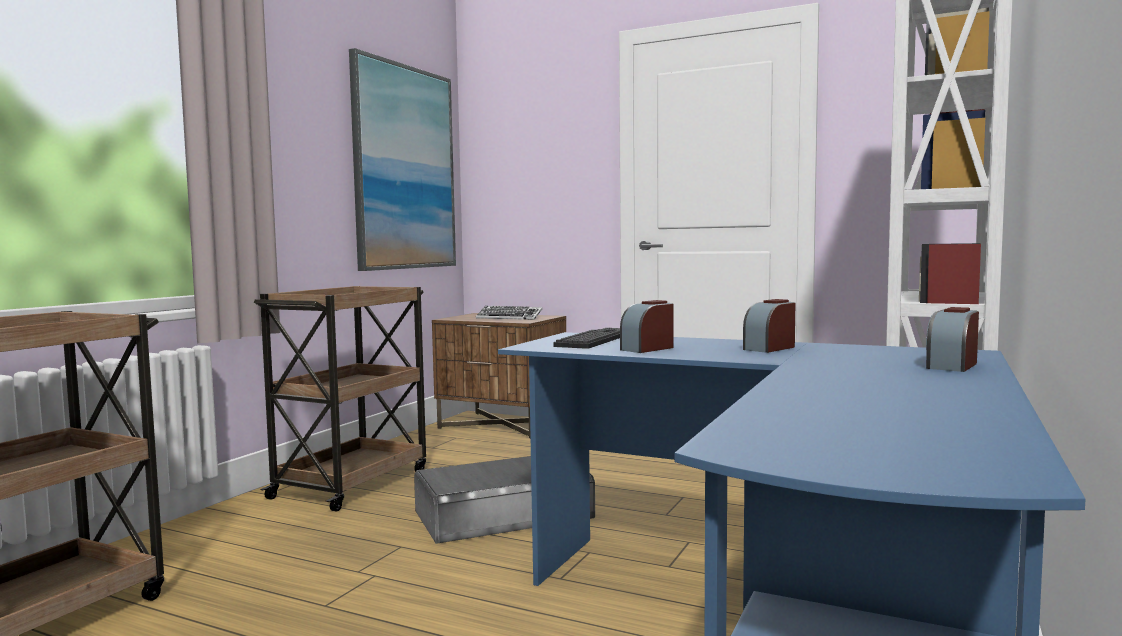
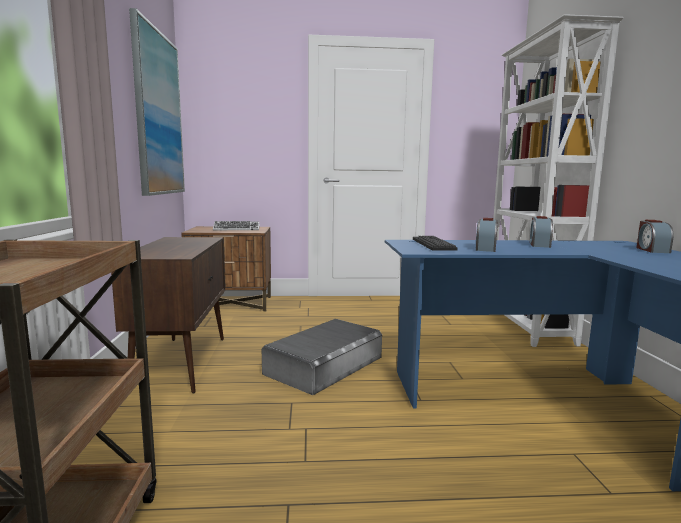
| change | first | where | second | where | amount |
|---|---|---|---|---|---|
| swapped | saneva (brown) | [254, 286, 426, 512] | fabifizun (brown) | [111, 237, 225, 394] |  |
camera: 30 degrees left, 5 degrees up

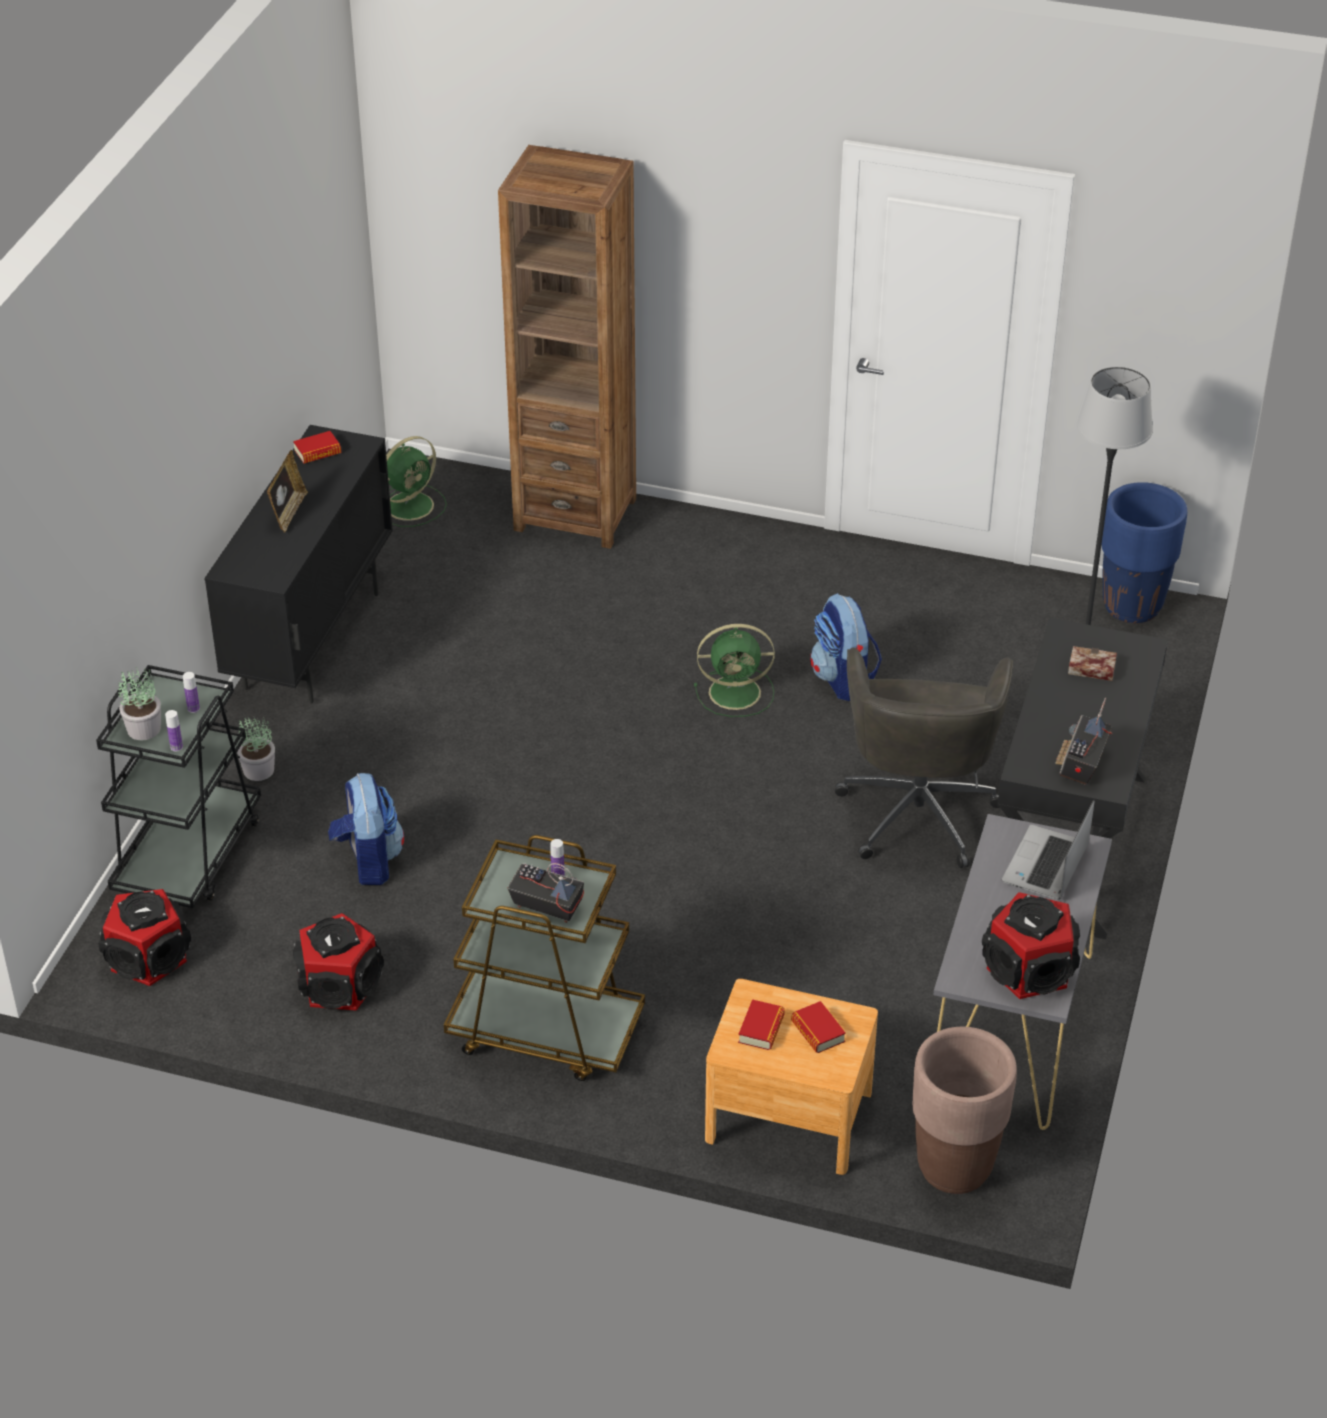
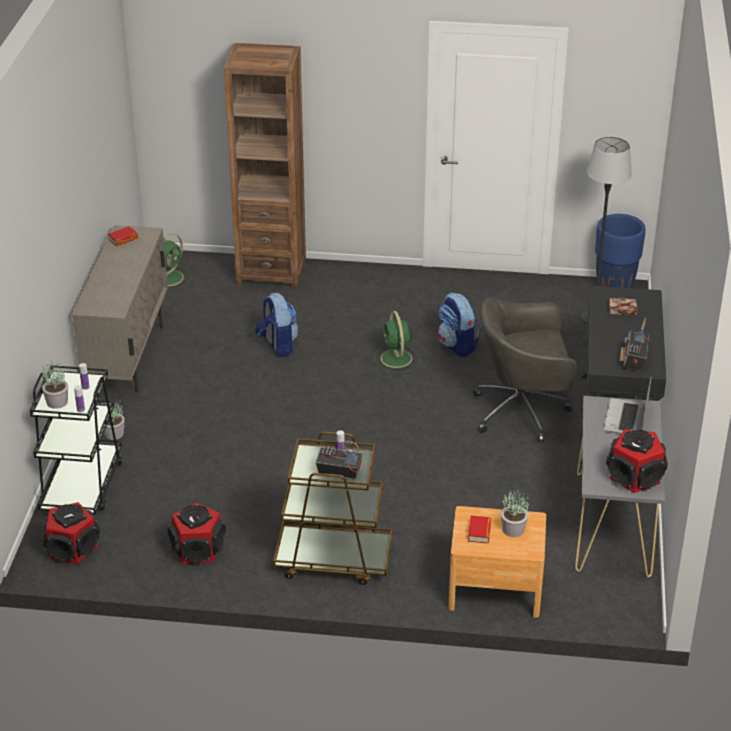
| change | first | where | second | where | amount |
|---|---|---|---|---|---|
| repainted | fabifizun (black) | [204, 425, 393, 703] | fabifizun (beige) | [72, 225, 168, 393] |  |
| gone | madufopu | [267, 450, 308, 533] |  |  |  |
| shifted | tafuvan | [328, 773, 404, 885] |  | [255, 293, 298, 357] |  |
| rotated | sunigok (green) | [694, 624, 775, 717] |  | [374, 311, 421, 373] | 90 degrees clockwise |
| swapped | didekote | [791, 1001, 846, 1053] | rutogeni | [501, 488, 529, 537] |  |
| rotated | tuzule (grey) | [835, 647, 1013, 868] |  | [473, 297, 577, 442] | 90 degrees clockwise |
| gone | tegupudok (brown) | [912, 1027, 1017, 1194] |  |  |  |
camera: 10 degrees left, 5 degrees down

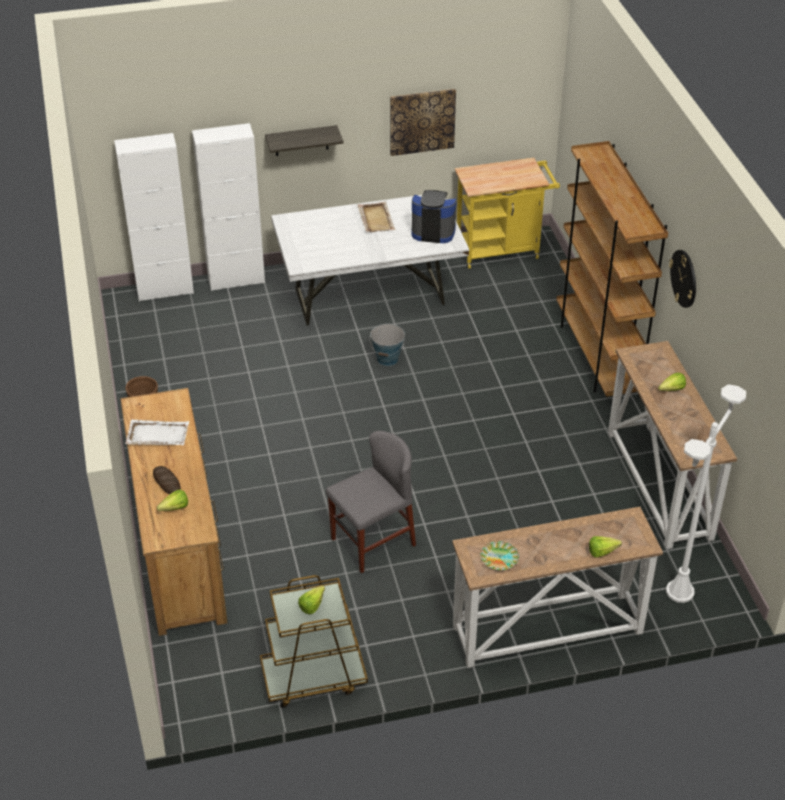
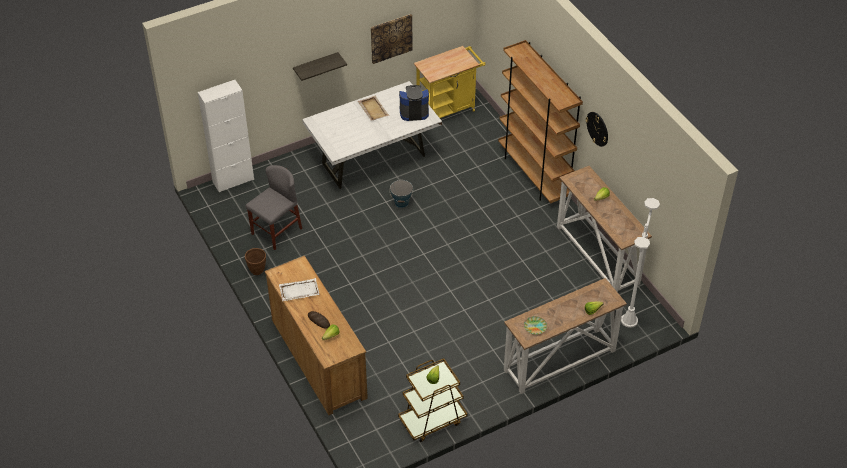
| change | first | where | second | where | amount |
|---|---|---|---|---|---|
| gone | fabifizun (white) | [192, 123, 265, 291] |  |  |  |
| shifted | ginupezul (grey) | [326, 431, 416, 573] |  | [245, 165, 302, 250] |  |
camera: 15 degrees left, 5 degrees up

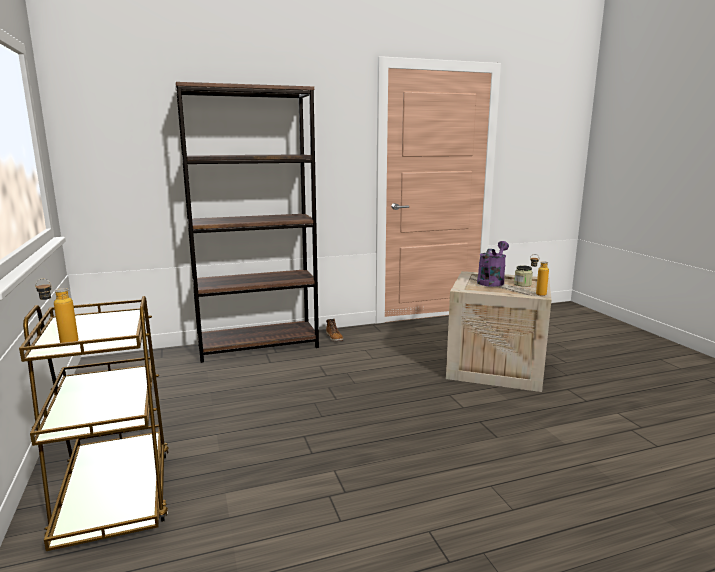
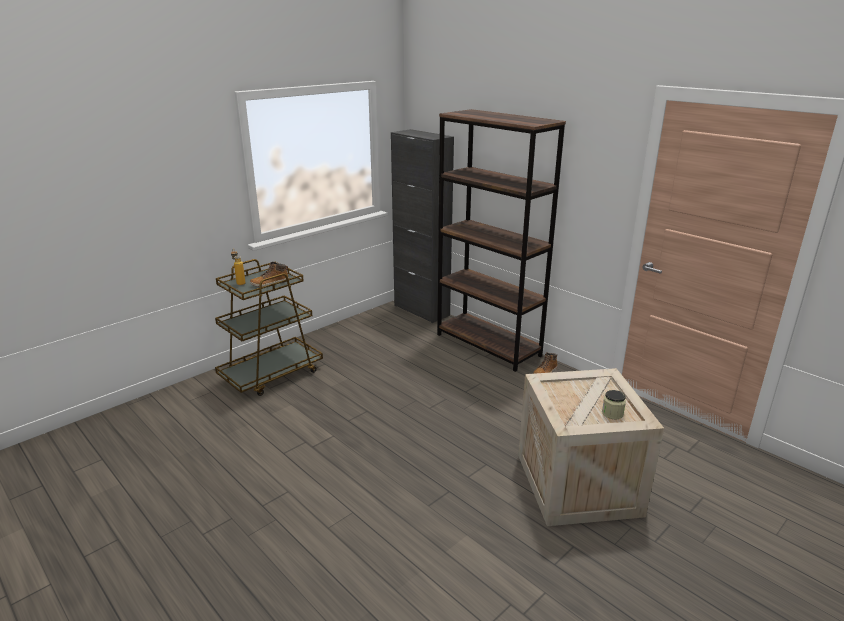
| change | first | where | second | where | amount |
|---|---|---|---|---|---|
| gone | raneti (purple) | [477, 241, 509, 287] |  |  |  |
| gone | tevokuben | [530, 254, 549, 296] |  |  |  |
| new |  |  | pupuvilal | [250, 262, 289, 287] |  |
| new |  |  | fabifizun (black) | [391, 129, 454, 323] |  |
camera: 65 degrees right, 10 degrees up

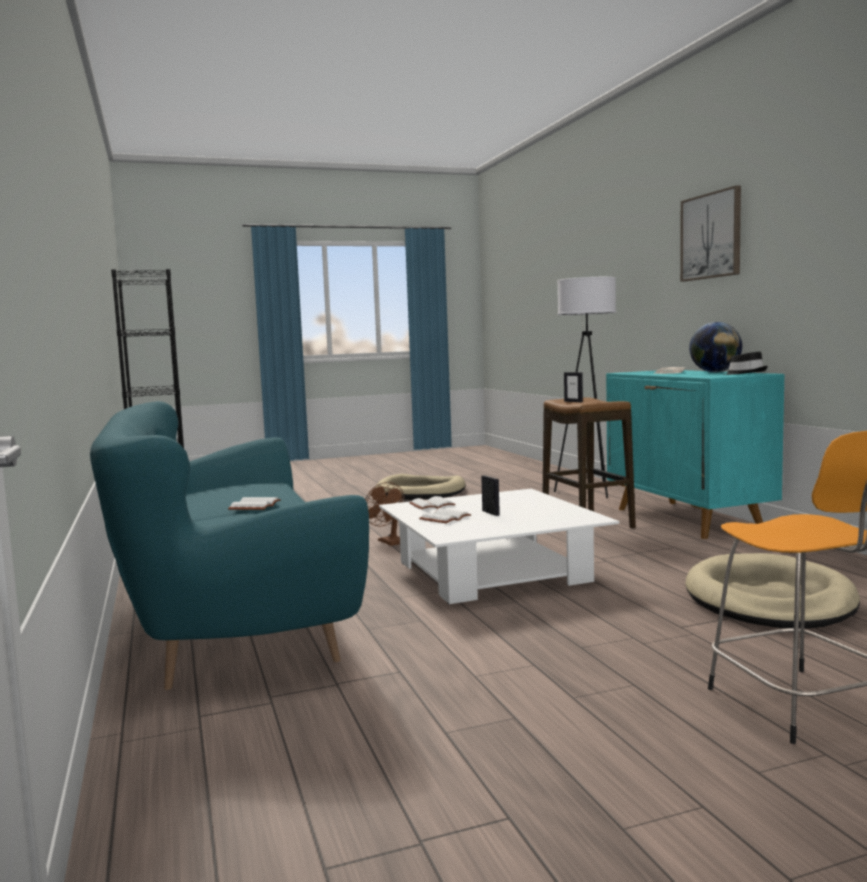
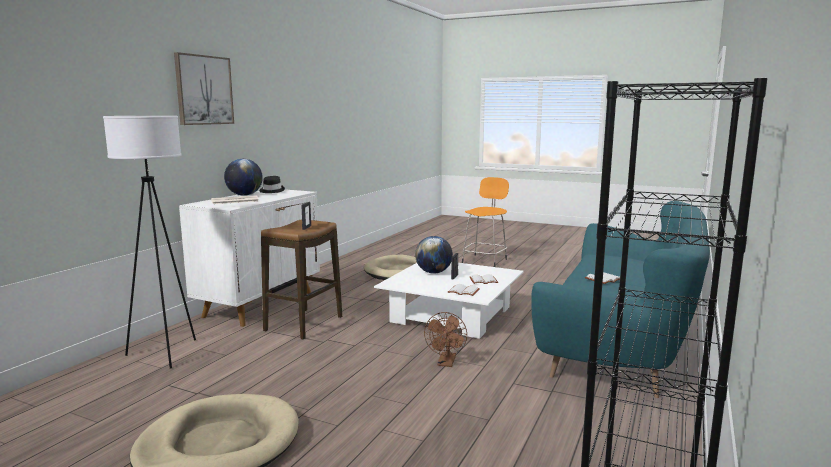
| change | first | where | second | where | amount |
|---|---|---|---|---|---|
| repainted | fabifizun (turquoise) | [606, 370, 785, 539] | fabifizun (white) | [179, 189, 320, 327] |  |
| new |  |  | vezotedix | [415, 236, 453, 274] |  |
camera: 135 degrees left, 5 degrees up

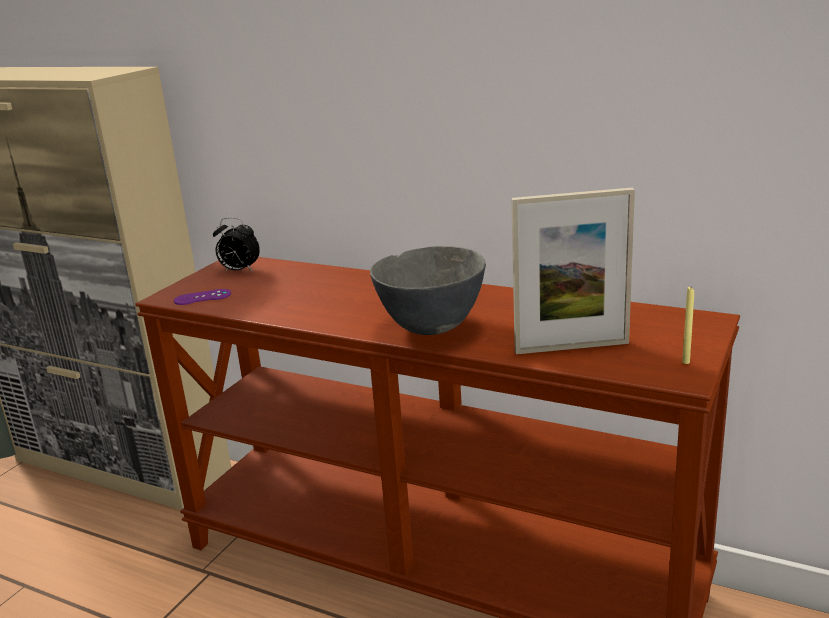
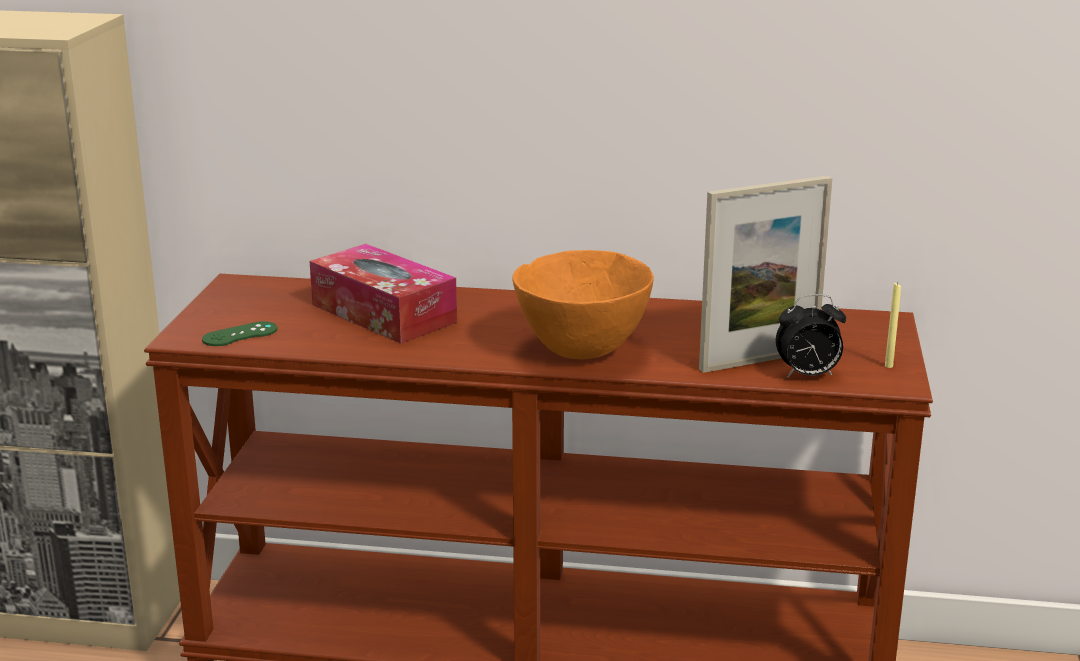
| change | first | where | second | where | amount |
|---|---|---|---|---|---|
| repainted | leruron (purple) | [174, 289, 231, 305] | leruron (green) | [202, 321, 277, 346] |  |
| shifted | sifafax | [213, 218, 260, 272] |  | [776, 294, 846, 378] |  |
| repainted | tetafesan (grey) | [370, 246, 486, 335] | tetafesan (orange) | [512, 250, 654, 360] |  |
| new |  |  | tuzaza | [310, 244, 457, 344] |  |
camera: 20 degrees left, 0 degrees up

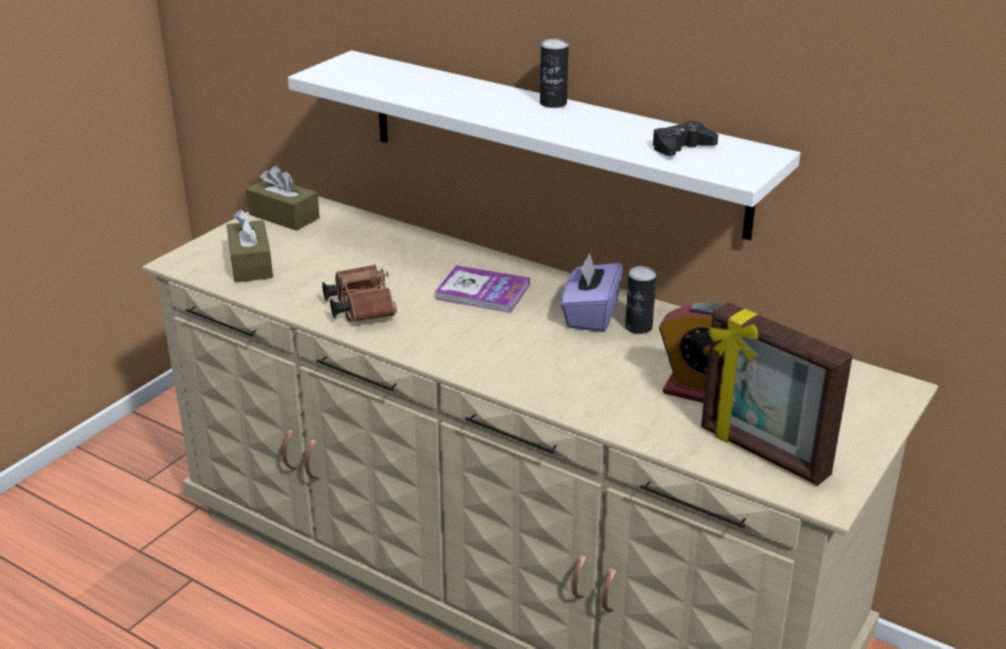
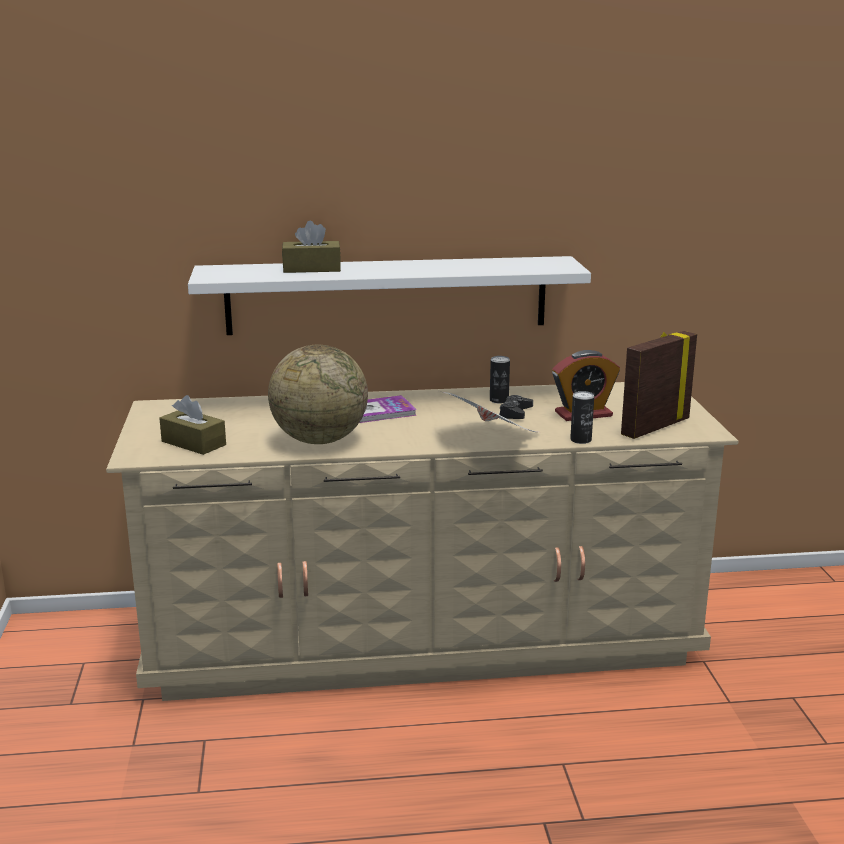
| change | first | where | second | where | amount |
|---|---|---|---|---|---|
| shifted | tuzaza (brown) | [246, 165, 320, 231] |  | [282, 221, 341, 273] |  |
| swapped | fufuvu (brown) | [322, 264, 397, 322] | vezotedix | [268, 345, 368, 444] |  |
| shifted | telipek | [540, 39, 569, 108] |  | [570, 391, 594, 444] |  |
| gone | tuzaza (purple) | [561, 252, 623, 332] |  |  |  |
| shifted | leruron (black) | [653, 121, 718, 156] |  | [499, 395, 533, 419] |  |
| rotated | madufopu | [701, 302, 853, 486] |  | [621, 331, 697, 439] | 135 degrees clockwise |
| new |  |  | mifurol | [443, 392, 539, 432] |  |
camera: 40 degrees left, 10 degrees down

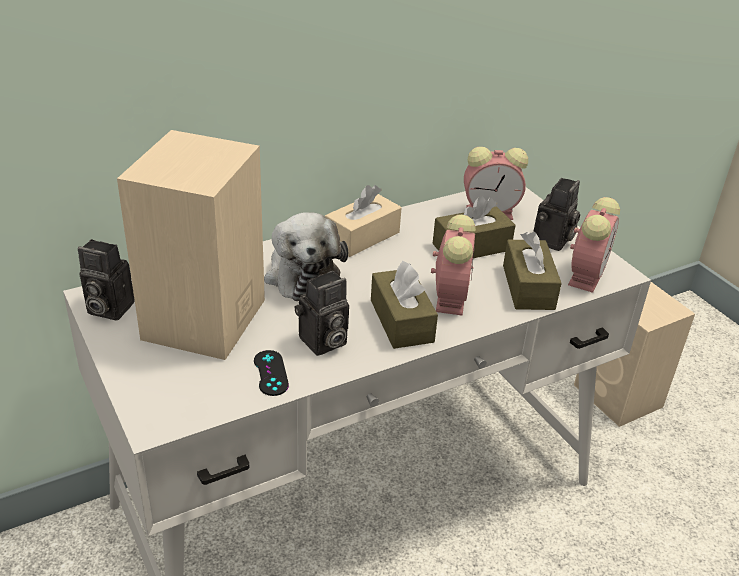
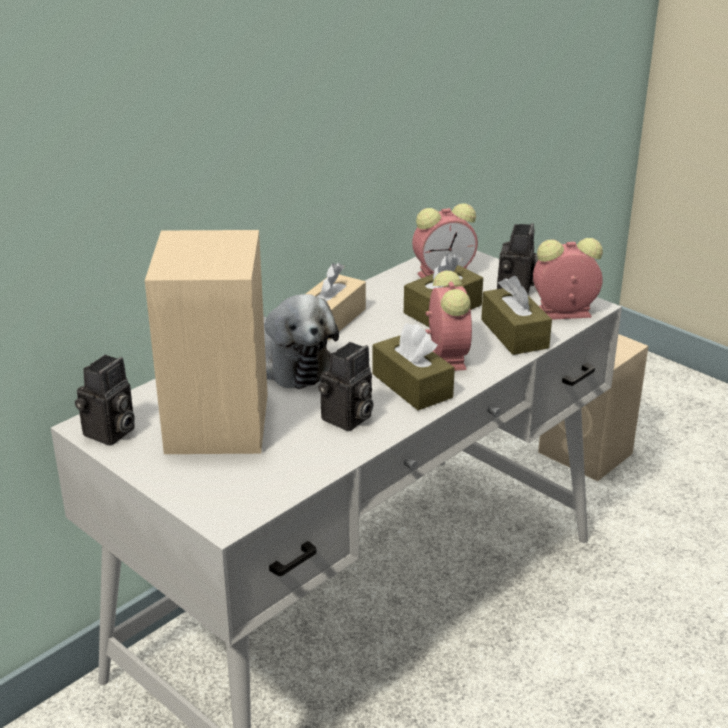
| change | first | where | second | where | amount |
|---|---|---|---|---|---|
| rotated | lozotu | [78, 239, 135, 321] |  | [75, 355, 135, 446] | 60 degrees counterclockwise |
| gone | leruron (black) | [254, 350, 289, 396] |  |  |  |
| rotated | sifafax | [568, 197, 620, 293] |  | [533, 238, 603, 320] | 105 degrees counterclockwise |
camera: 15 degrees left, 5 degrees down

